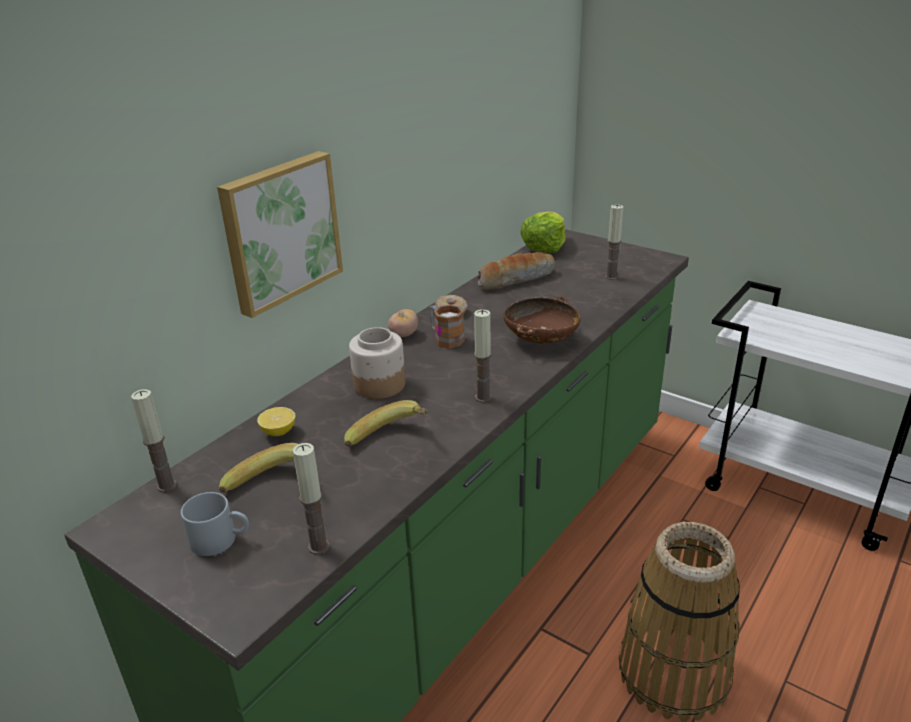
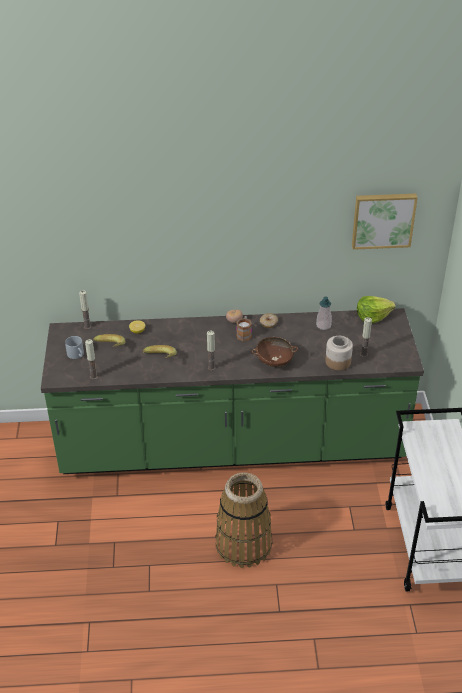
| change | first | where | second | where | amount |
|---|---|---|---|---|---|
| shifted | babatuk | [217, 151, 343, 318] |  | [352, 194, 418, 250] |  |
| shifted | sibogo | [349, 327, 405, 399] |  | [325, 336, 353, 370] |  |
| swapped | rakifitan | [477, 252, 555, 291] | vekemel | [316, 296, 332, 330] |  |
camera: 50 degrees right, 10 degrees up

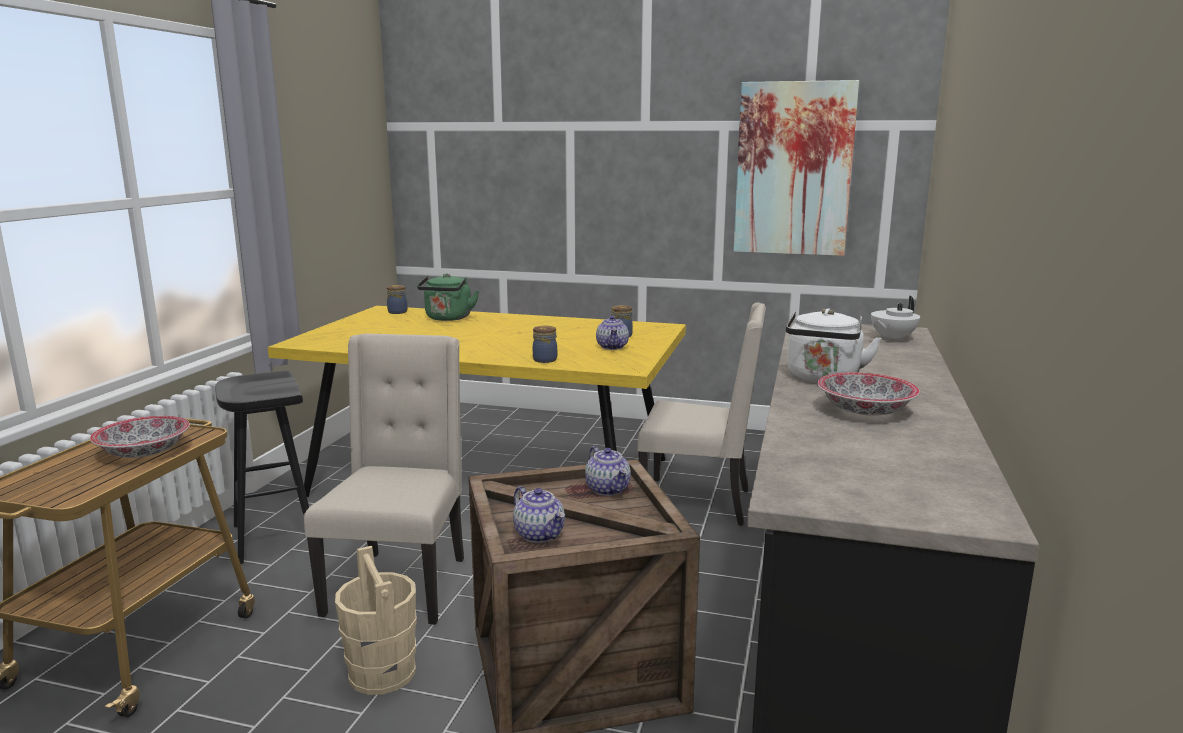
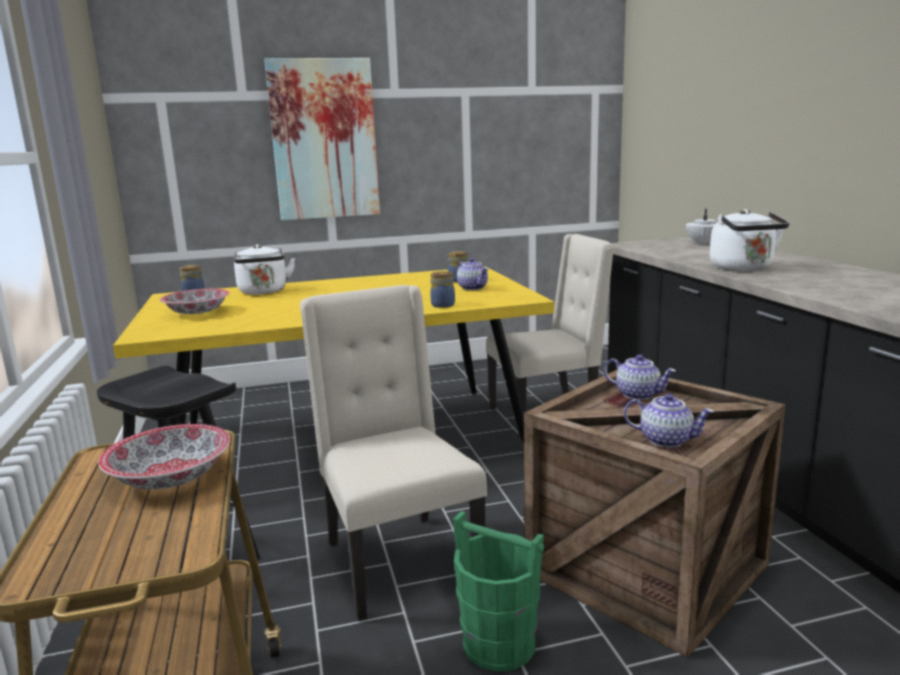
| change | first | where | second | where | amount |
|---|---|---|---|---|---|
| repainted | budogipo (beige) | [335, 546, 417, 695] | budogipo (green) | [453, 511, 544, 672] |  |
| repainted | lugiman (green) | [417, 274, 479, 321] | lugiman (white) | [234, 244, 295, 295] |  |
| shifted | babatuk | [733, 80, 859, 256] |  | [264, 58, 380, 220] |  |
| shifted | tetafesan | [817, 372, 920, 416] |  | [160, 289, 229, 314] |  |
camera: 30 degrees left, 0 degrees up

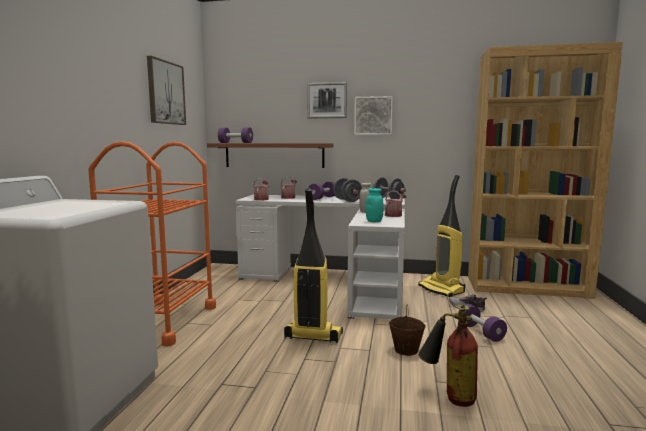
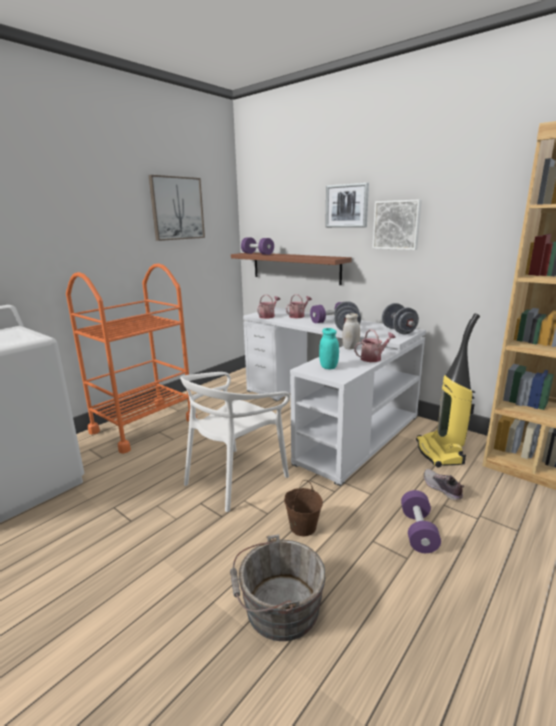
| change | first | where | second | where | amount |
|---|---|---|---|---|---|
| swapped | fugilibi | [284, 188, 343, 343] | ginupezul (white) | [180, 372, 290, 512] |  |
| swapped | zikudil | [418, 304, 478, 407] | budogipo (grey) | [230, 534, 325, 641] |  |
camera: 30 degrees right, 10 degrees up

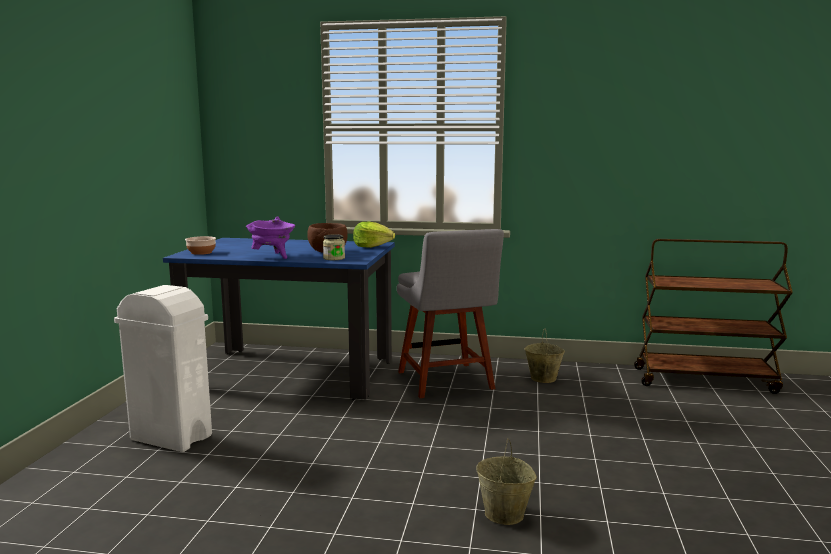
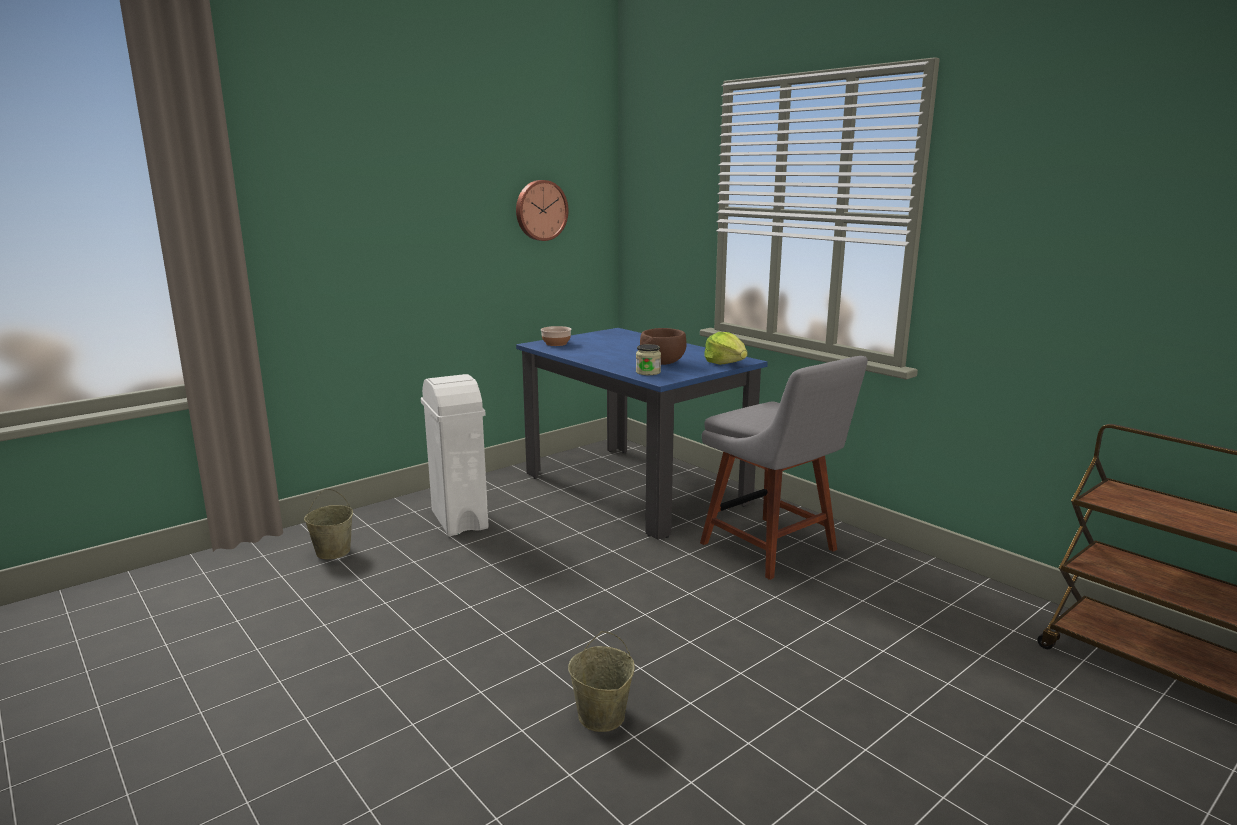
| change | first | where | second | where | amount |
|---|---|---|---|---|---|
| gone | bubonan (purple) | [246, 216, 295, 259] |  |  |  |
| rotated | ginupezul (grey) | [397, 229, 504, 398] |  | [700, 356, 868, 580] | 60 degrees counterclockwise |
| shifted | budogipo (beige) | [524, 328, 565, 383] |  | [304, 489, 353, 560] |  |
| new |  |  | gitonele | [516, 180, 569, 241] |  |
camera: 40 degrees right, 5 degrees up

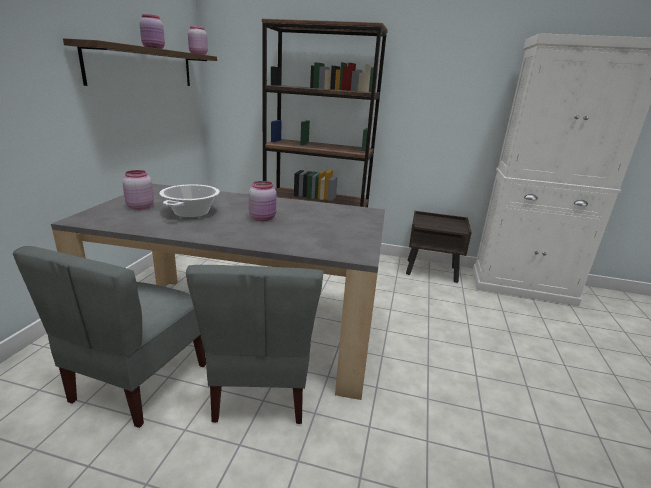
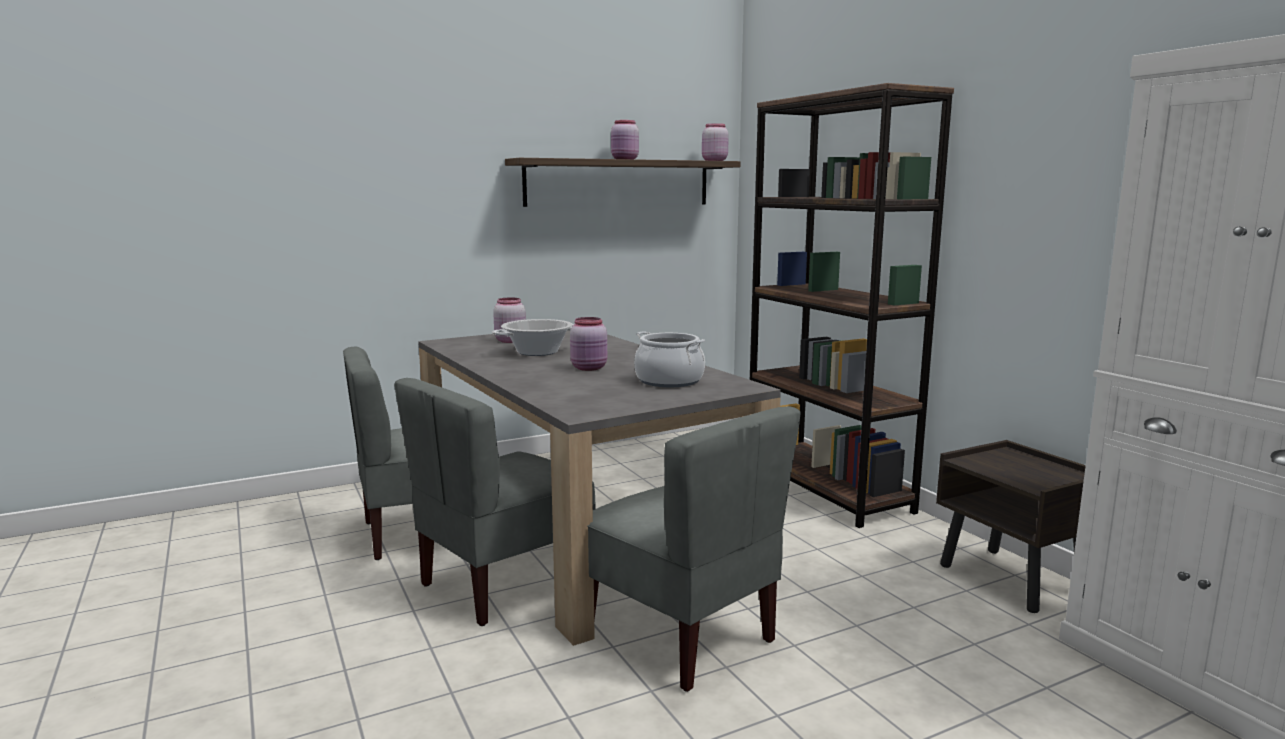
| change | first | where | second | where | amount |
|---|---|---|---|---|---|
| new |  |  | ginupezul (grey) | [587, 406, 801, 692] |  |
| new |  |  | bubonan | [634, 331, 705, 387] |  |
camera: 50 degrees right, 10 degrees down

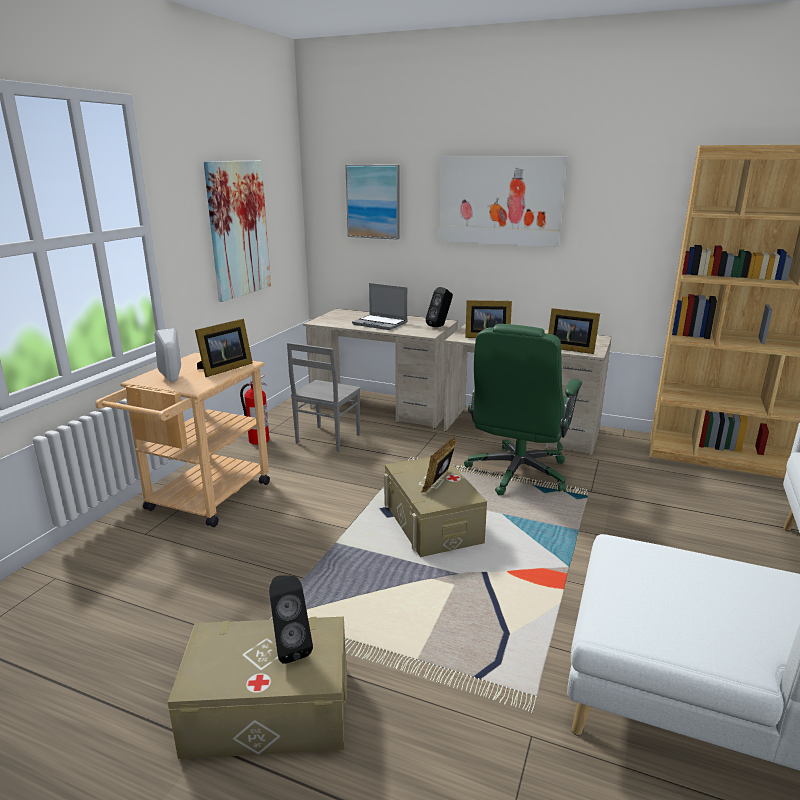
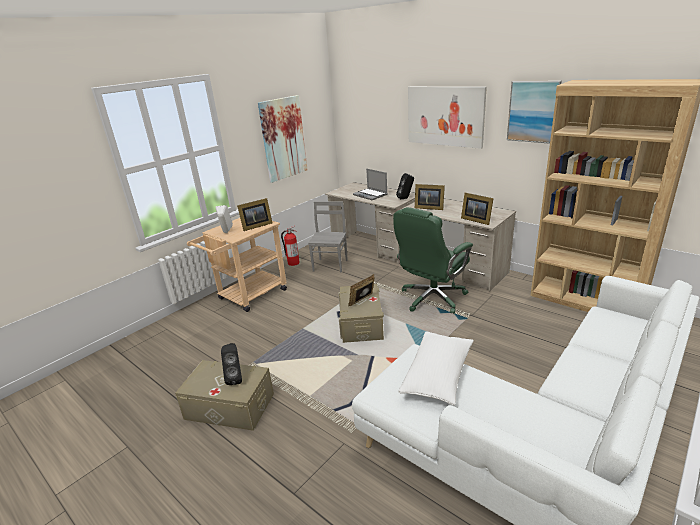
| change | first | where | second | where | amount |
|---|---|---|---|---|---|
| rotated | ginupezul (grey) | [287, 342, 361, 452] |  | [308, 202, 348, 273] | 150 degrees clockwise |
| shifted | babatuk | [345, 165, 400, 240] |  | [507, 81, 562, 144] |  |
| new |  |  | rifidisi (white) | [398, 331, 474, 405] |  |
camera: 20 degrees right, 5 degrees up

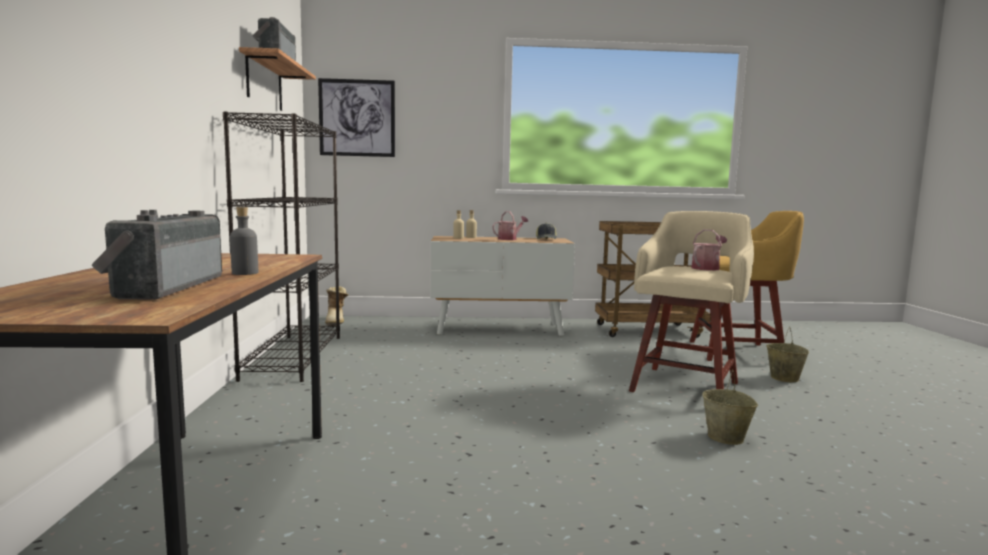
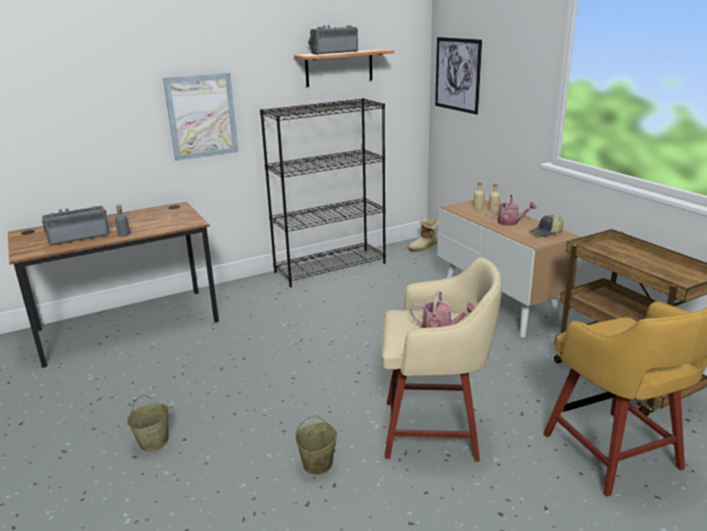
| change | first | where | second | where | amount |
|---|---|---|---|---|---|
| shifted | budogipo (beige) | [766, 326, 809, 382] |  | [127, 395, 169, 452] |  |
| new |  |  | babatuk | [163, 73, 238, 161] |  |
camera: 65 degrees right, 15 degrees up

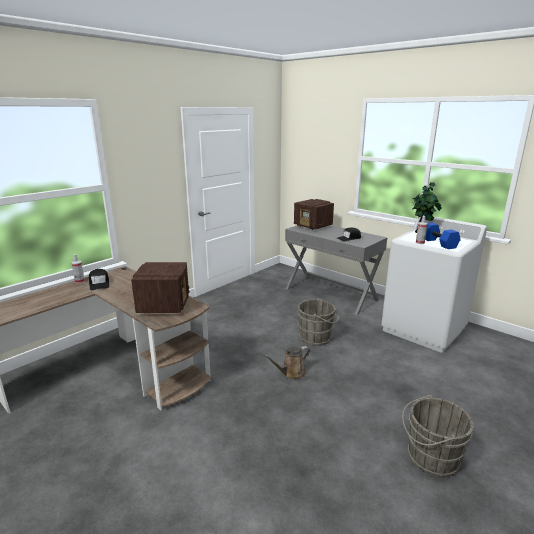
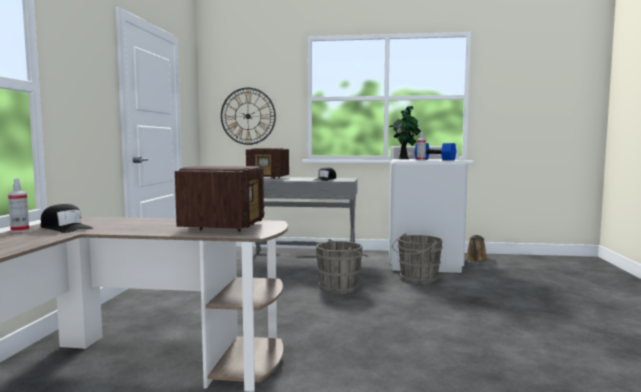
| change | first | where | second | where | amount |
|---|---|---|---|---|---|
| rotated | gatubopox | [131, 262, 189, 313] |  | [175, 166, 264, 232] | 45 degrees clockwise |
| shifted | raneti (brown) | [264, 346, 310, 379] |  | [466, 235, 488, 262] |  |
| shifted | budogipo (grey) | [402, 395, 474, 478] |  | [392, 233, 442, 284] |  |
| new |  |  | gitonele | [221, 88, 276, 145] |  |
camera: 35 degrees left, 15 degrees down

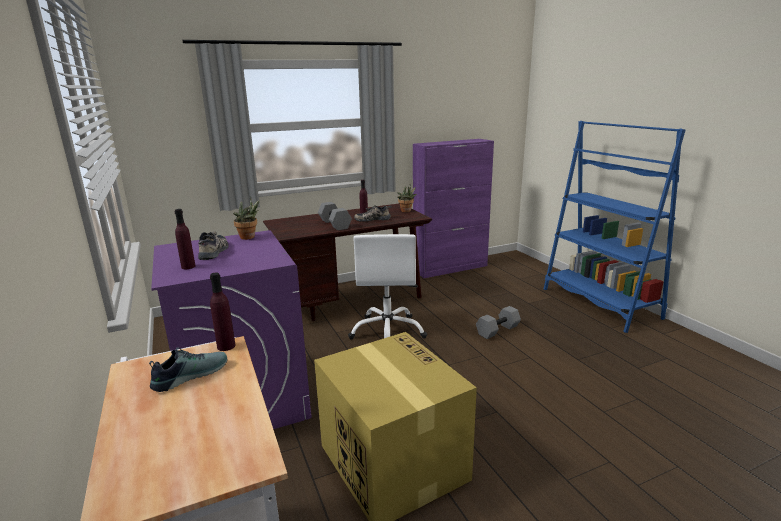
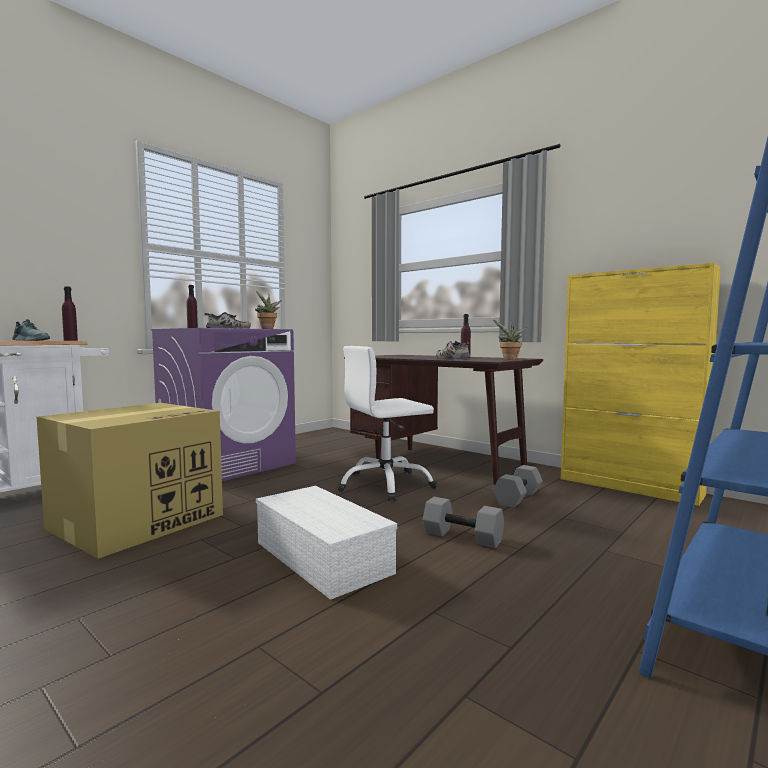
| change | first | where | second | where | amount |
|---|---|---|---|---|---|
| shifted | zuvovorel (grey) | [318, 202, 352, 230] |  | [493, 465, 543, 508] |  |
| repainted | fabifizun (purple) | [413, 139, 494, 278] | fabifizun (yellow) | [561, 263, 721, 506] |  |
| new |  |  | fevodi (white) | [256, 486, 397, 600] |  |
camera: 65 degrees right, 15 degrees down

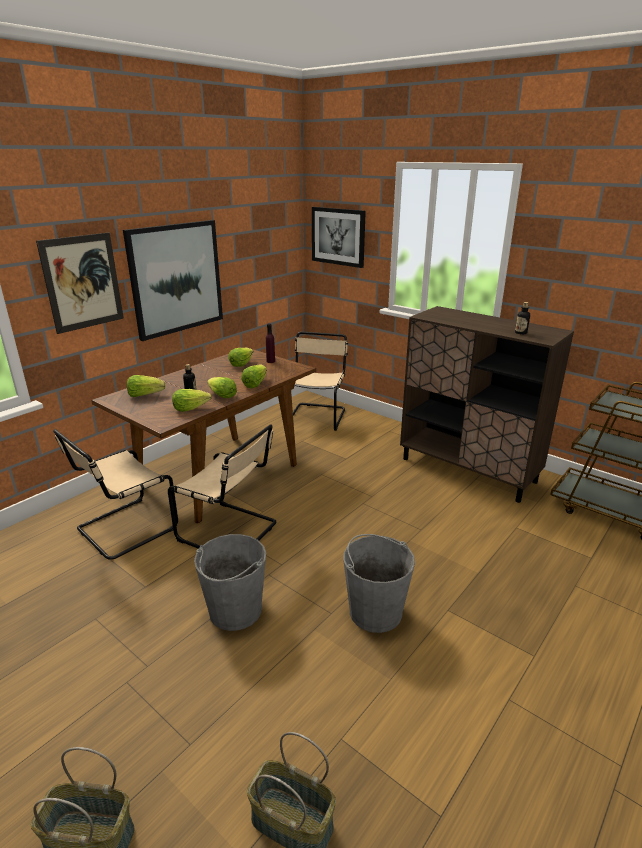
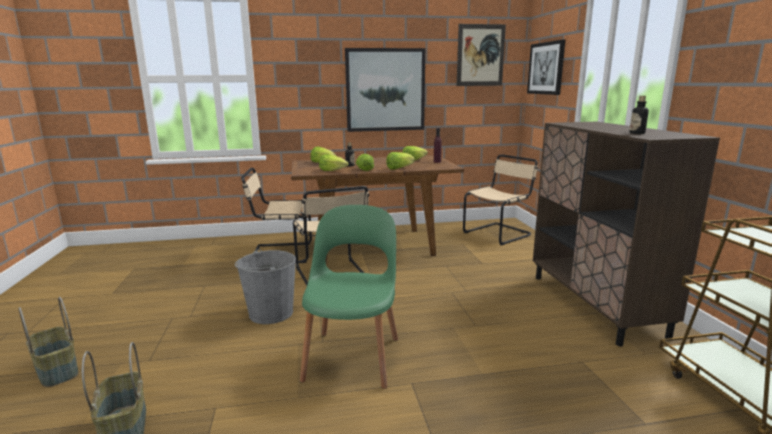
| change | first | where | second | where | amount |
|---|---|---|---|---|---|
| shifted | babatuk | [36, 232, 124, 334] |  | [457, 24, 506, 86] |  |
| swapped | budogipo (grey) | [343, 534, 415, 633] | ginupezul (green) | [300, 205, 398, 389] |  |
camera: 40 degrees right, 10 degrees down

